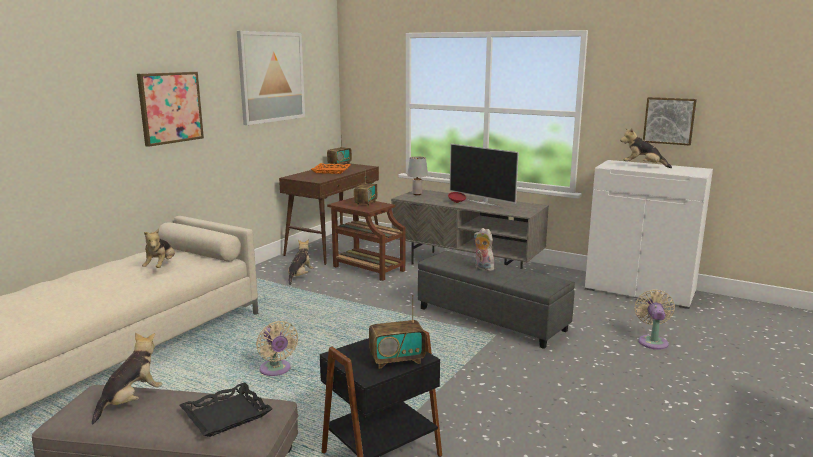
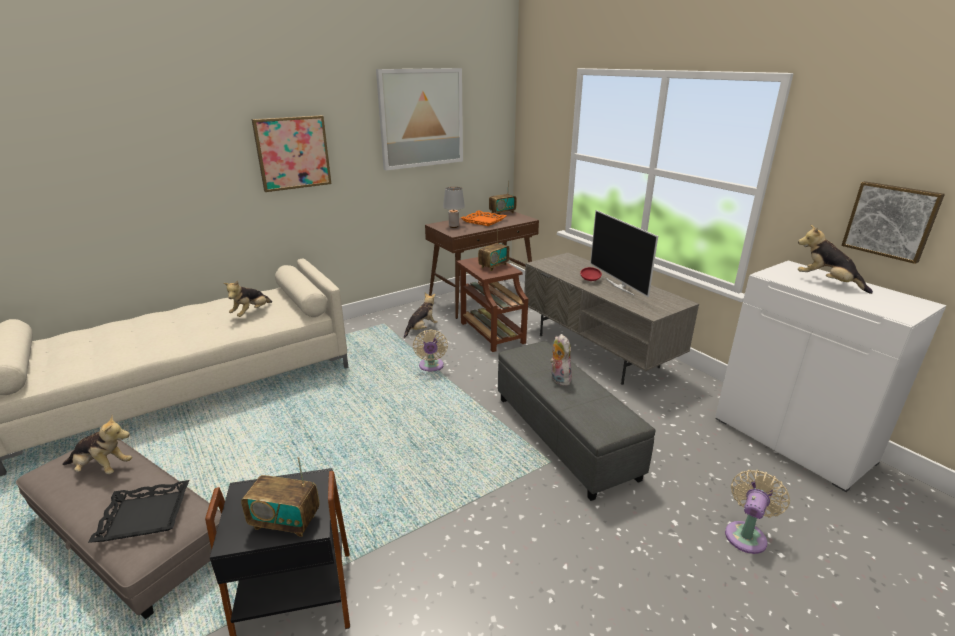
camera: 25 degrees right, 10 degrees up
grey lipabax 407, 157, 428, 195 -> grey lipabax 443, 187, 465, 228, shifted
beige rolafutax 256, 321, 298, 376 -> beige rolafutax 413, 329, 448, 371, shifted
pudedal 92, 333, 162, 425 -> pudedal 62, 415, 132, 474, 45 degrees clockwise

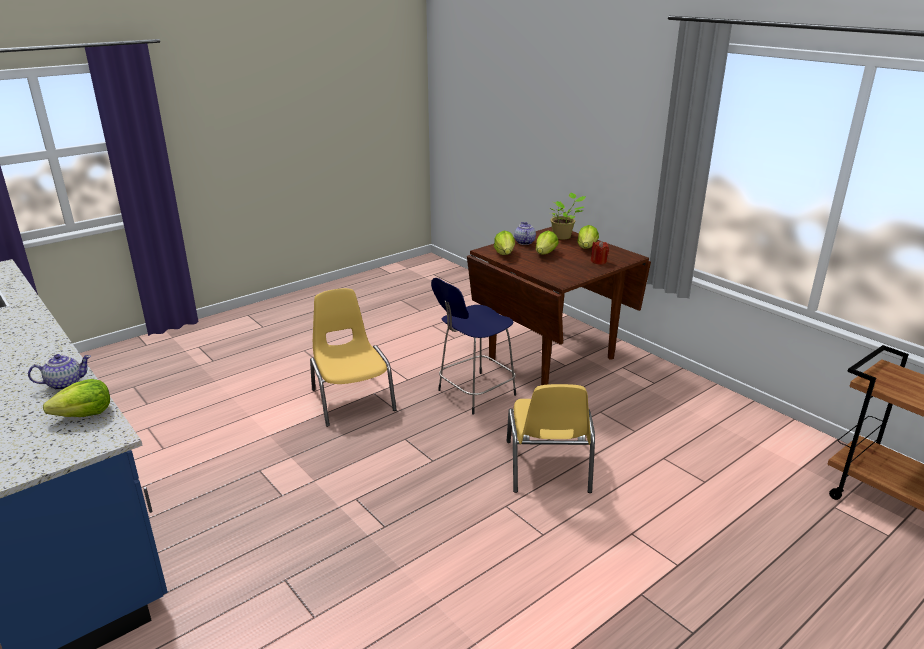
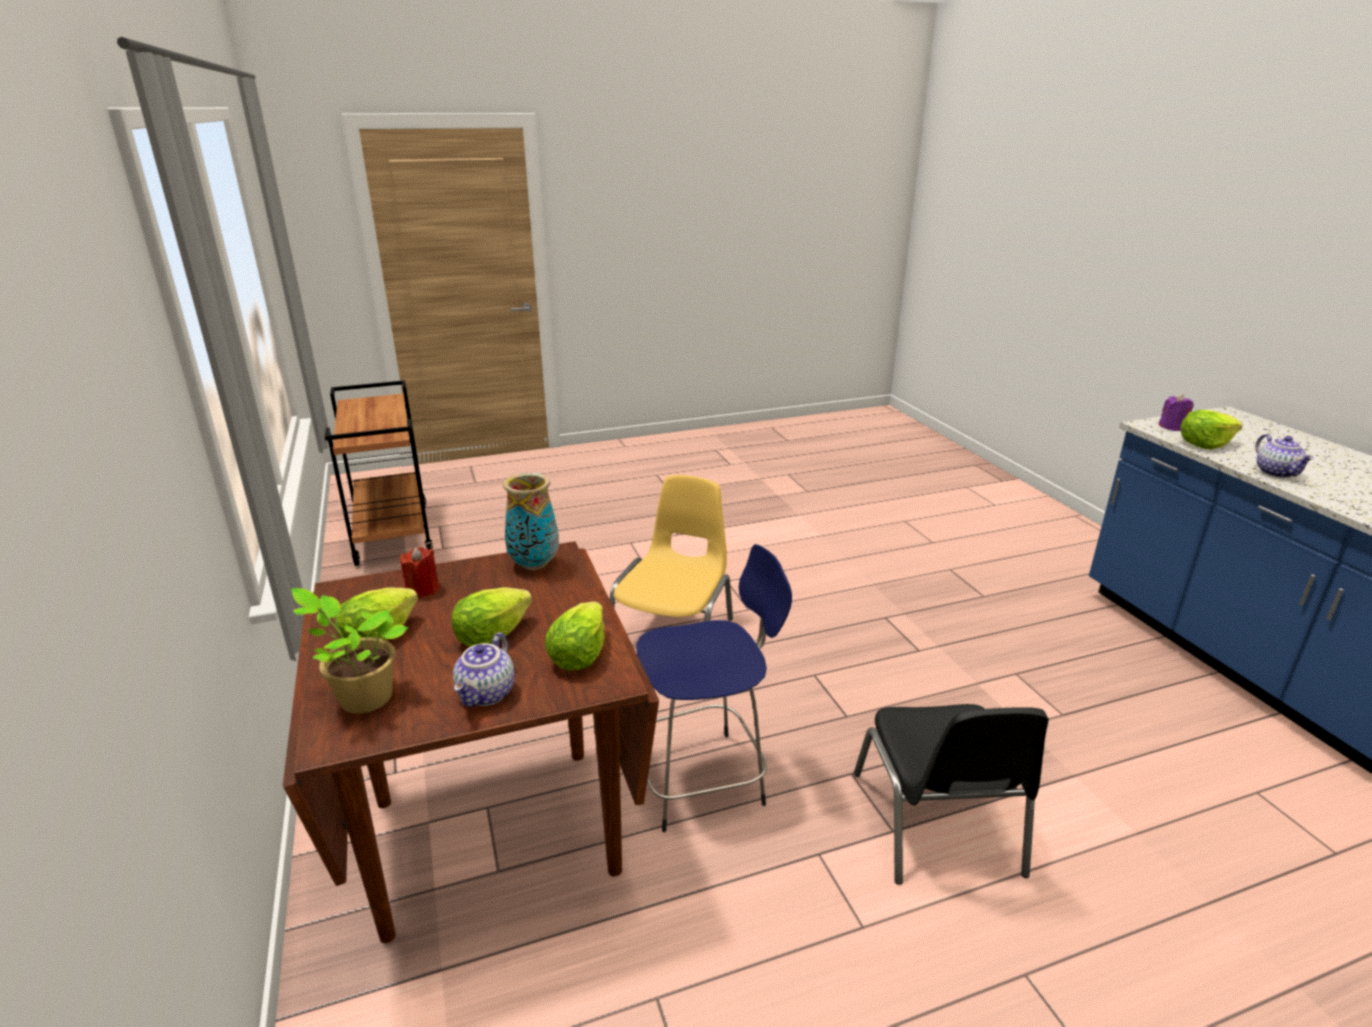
camera: 160 degrees left, 0 degrees up
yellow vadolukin 310, 288, 397, 427 -> black vadolukin 854, 704, 1049, 885
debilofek 28, 354, 91, 390 -> debilofek 1256, 434, 1314, 478, 90 degrees counterclockwise
none -> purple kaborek 1158, 395, 1194, 431
none -> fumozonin 503, 473, 559, 570

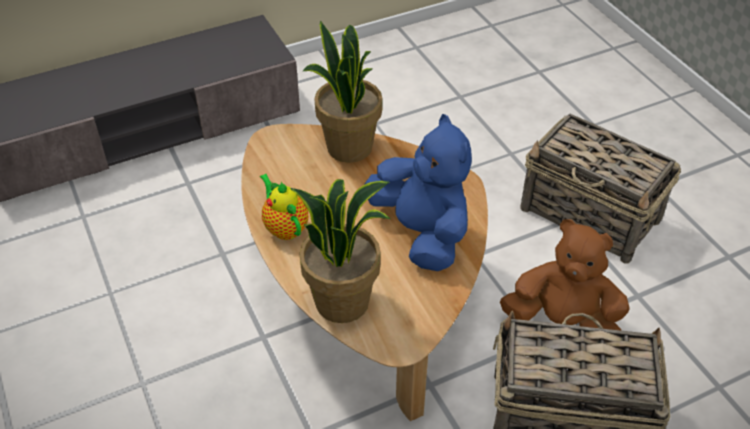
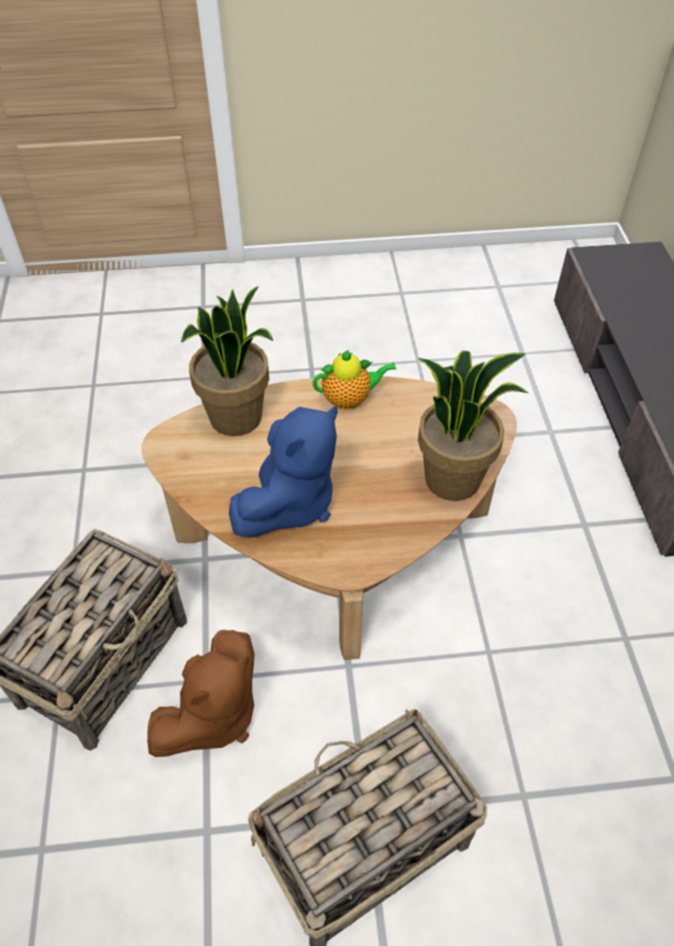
camera: 110 degrees right, 5 degrees up
blue pudedal 364, 114, 472, 271 -> blue pudedal 229, 406, 338, 537, 45 degrees counterclockwise

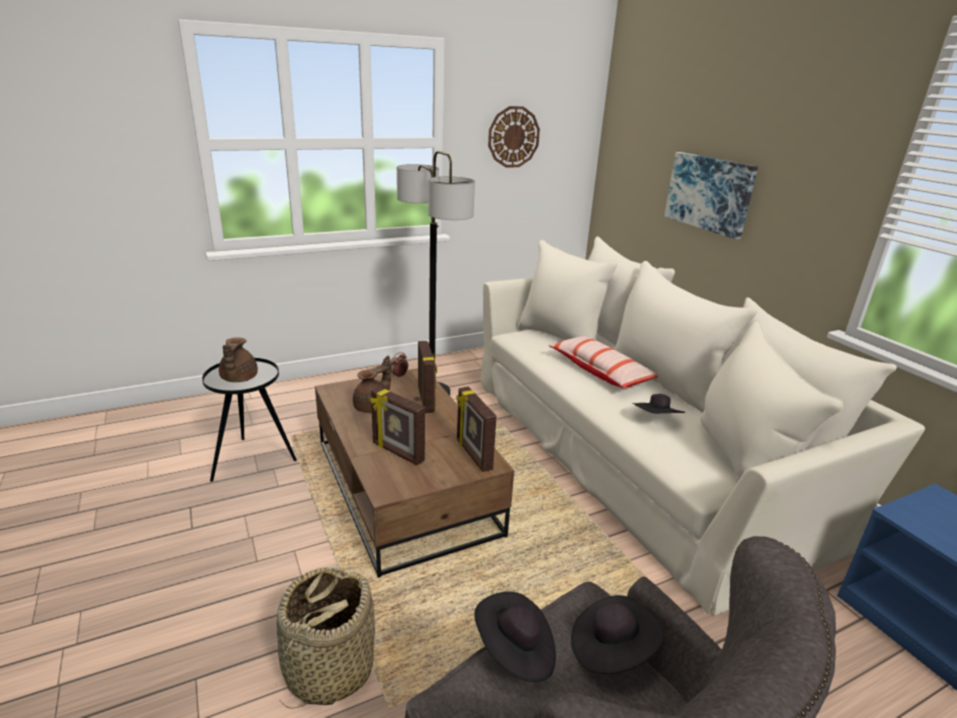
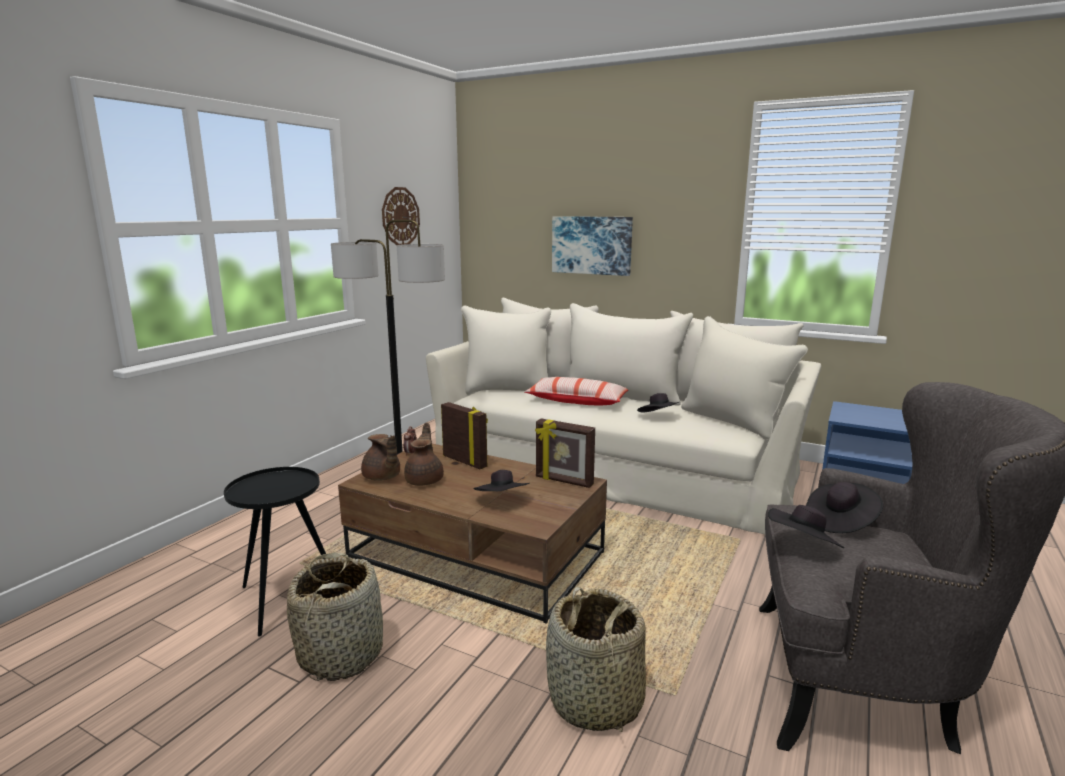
camera: 35 degrees left, 10 degrees down
brown debilofek 219, 337, 258, 382 -> brown debilofek 361, 434, 400, 481, shifted
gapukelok 370, 387, 425, 466 -> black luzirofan 473, 470, 530, 491
none -> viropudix 287, 552, 383, 681

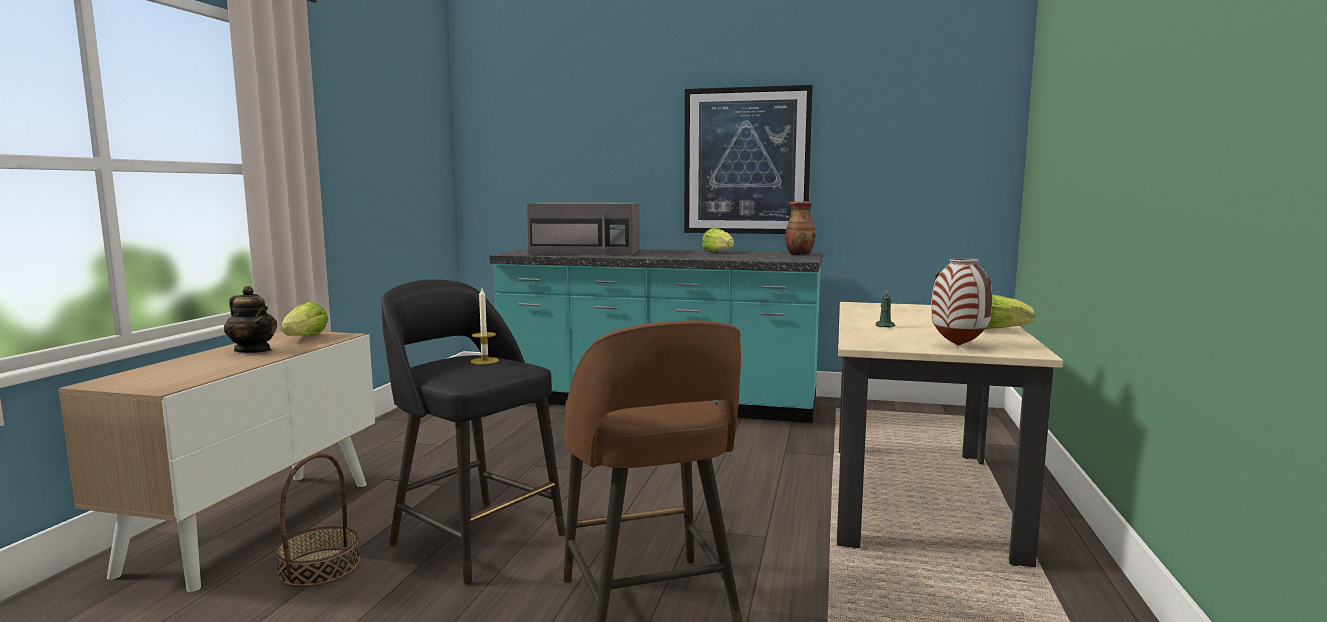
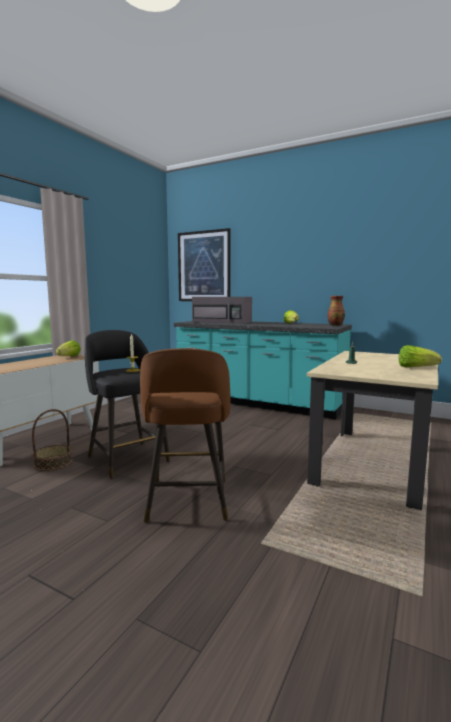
camera: 15 degrees right, 0 degrees up
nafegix 684, 85, 813, 234 -> nafegix 178, 228, 231, 301, shifted
fumozonin 931, 258, 992, 346 -> none
debilofek 224, 286, 277, 353 -> none

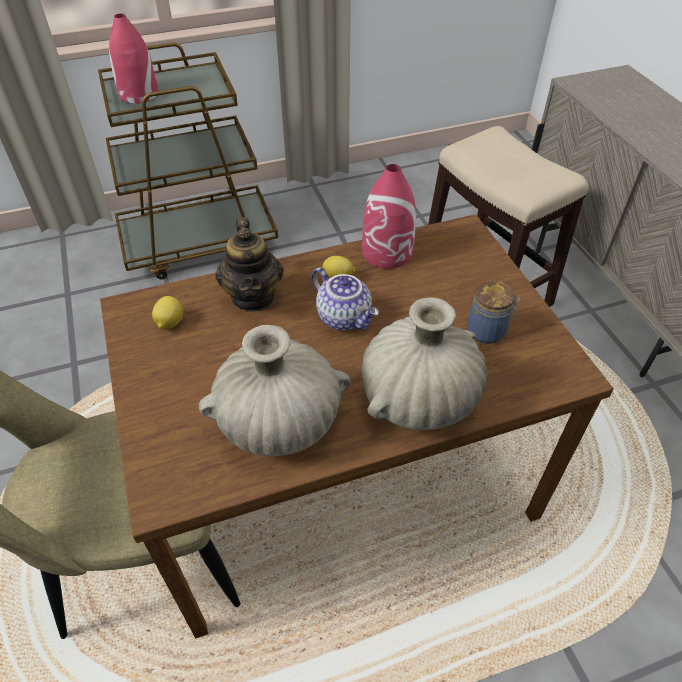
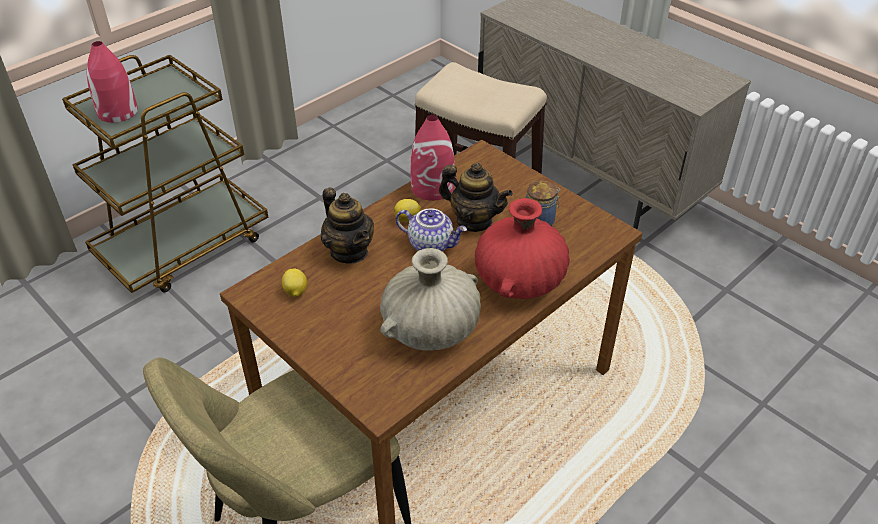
camera: 25 degrees left, 5 degrees down
beige fumozonin 361, 297, 487, 430 -> red fumozonin 475, 198, 570, 299
none -> debilofek 439, 163, 513, 232

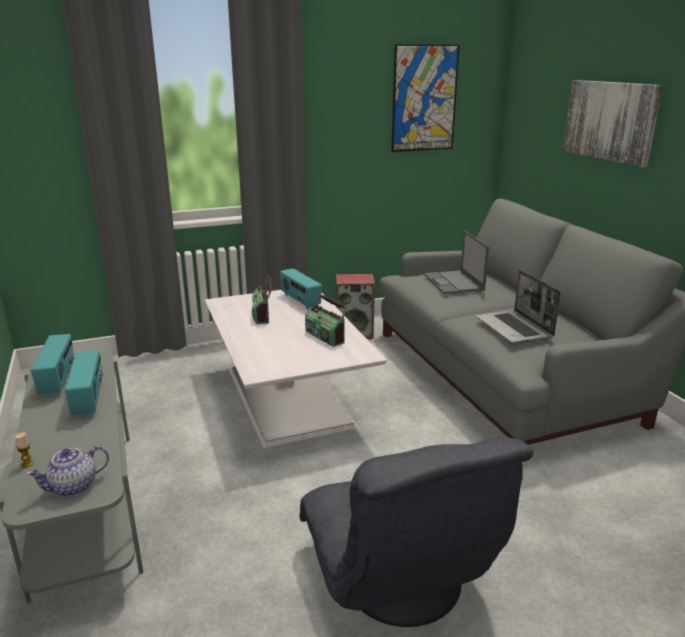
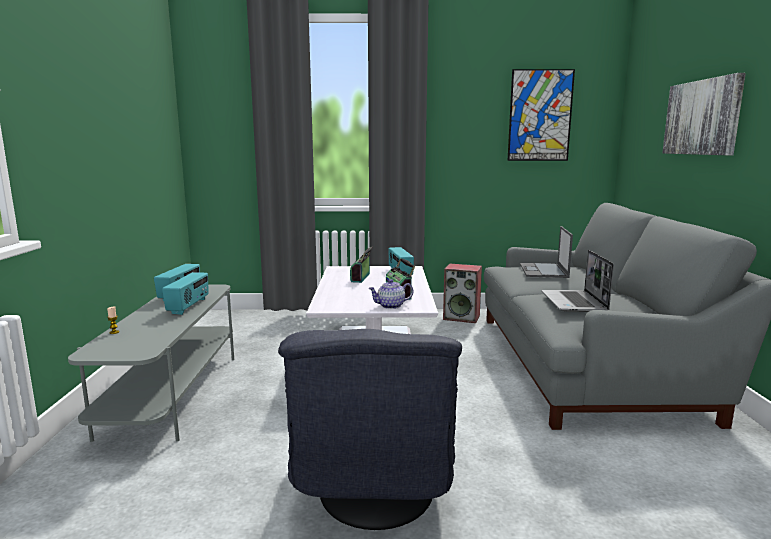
camera: 20 degrees right, 10 degrees down
debilofek 26, 446, 109, 496 -> debilofek 368, 279, 413, 309, shifted

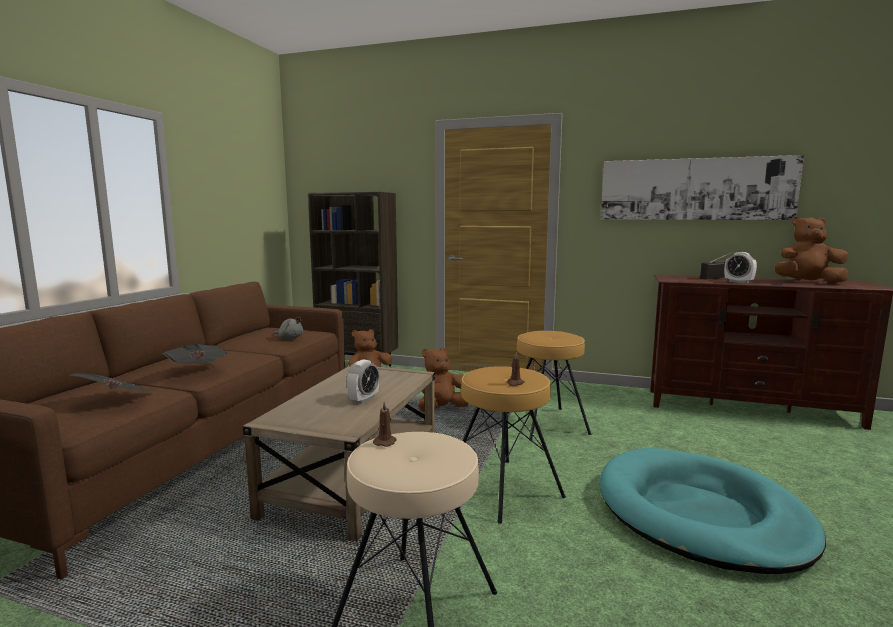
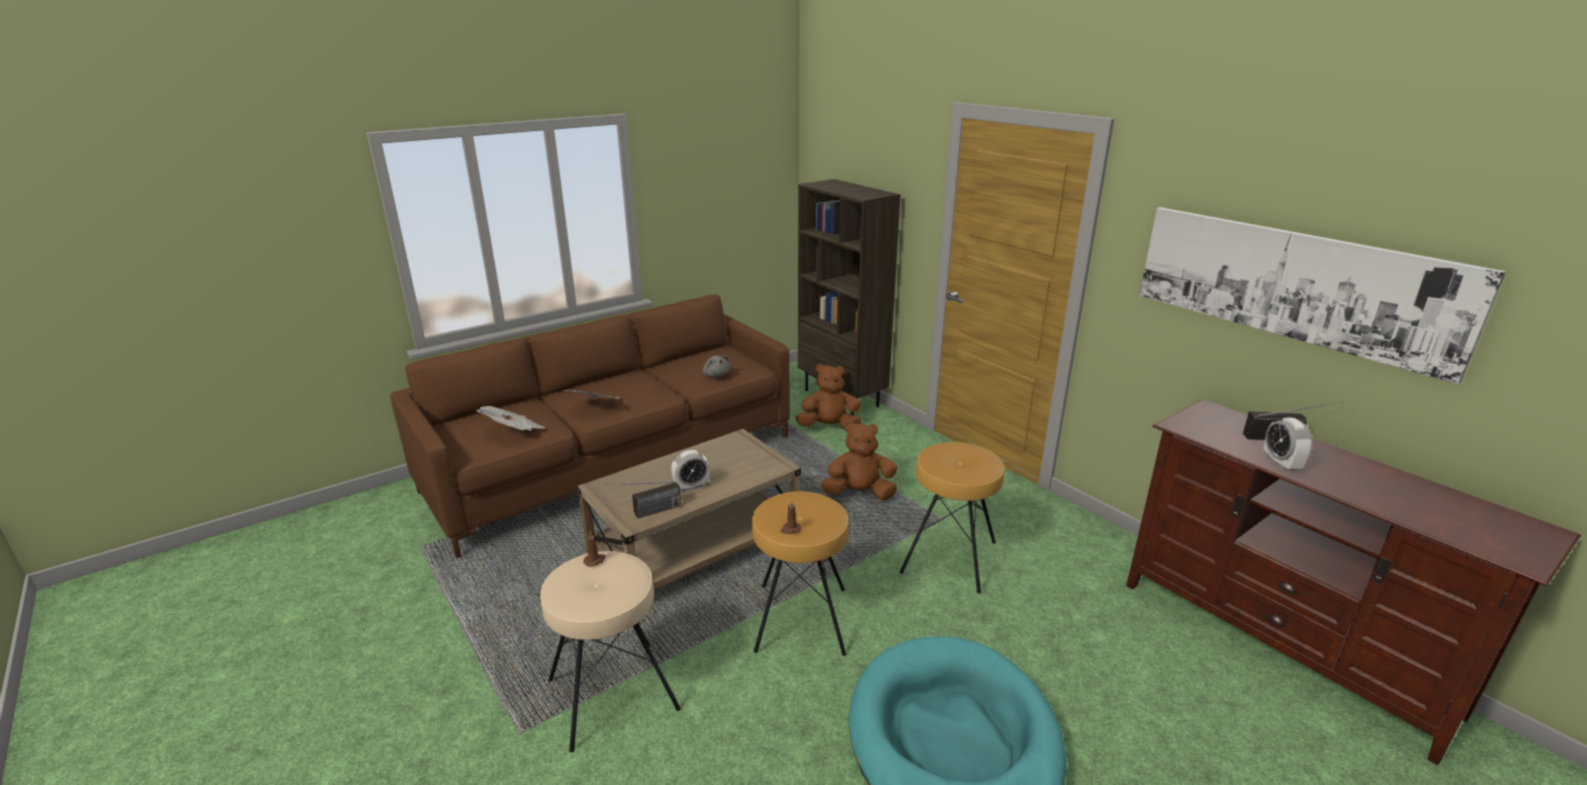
camera: 35 degrees right, 15 degrees up
brown pudedal 775, 216, 849, 283 -> none
none -> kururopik 605, 481, 681, 519

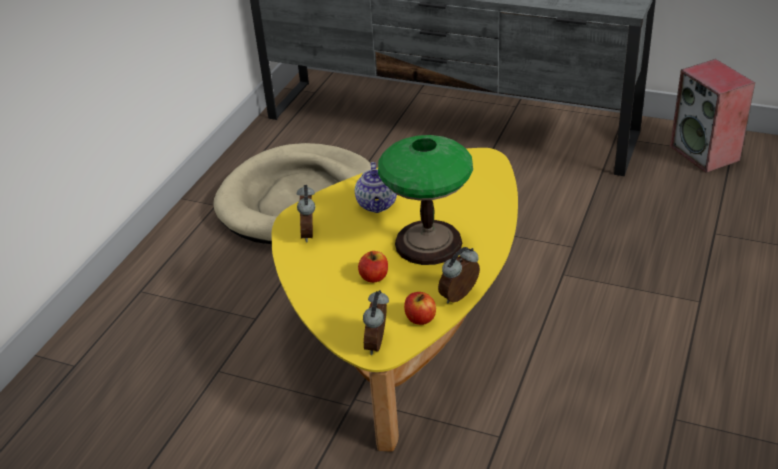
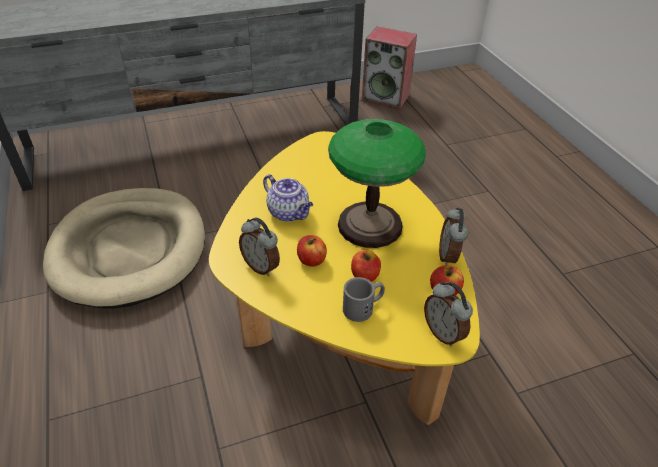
camera: 45 degrees left, 5 degrees up
none -> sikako 297, 235, 327, 267
none -> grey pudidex 343, 277, 385, 322

